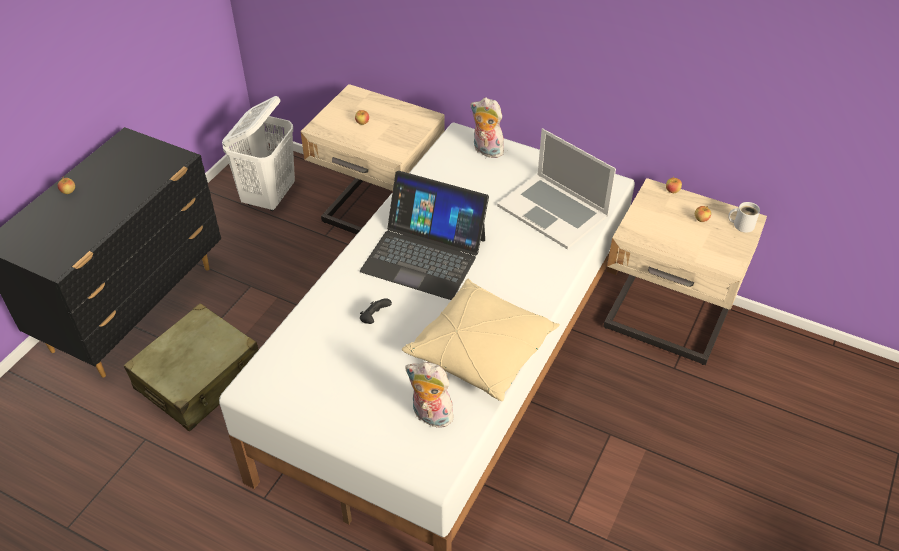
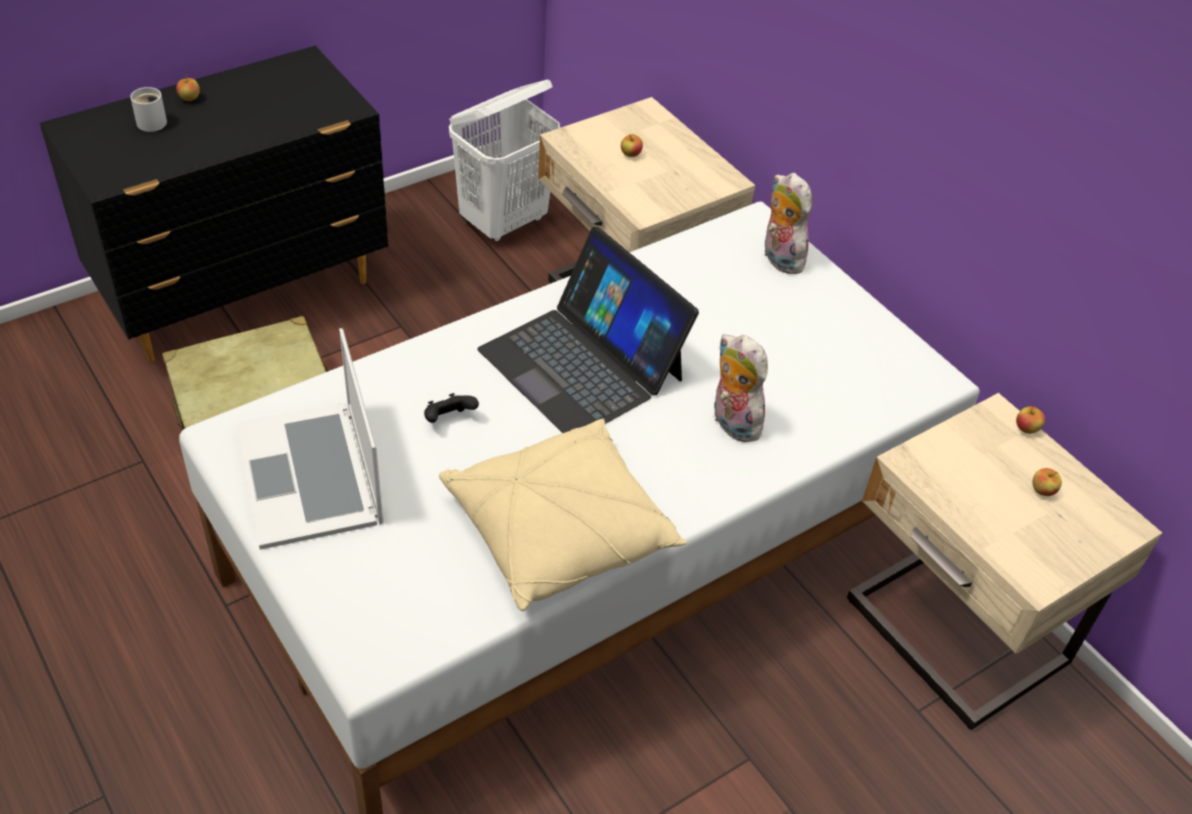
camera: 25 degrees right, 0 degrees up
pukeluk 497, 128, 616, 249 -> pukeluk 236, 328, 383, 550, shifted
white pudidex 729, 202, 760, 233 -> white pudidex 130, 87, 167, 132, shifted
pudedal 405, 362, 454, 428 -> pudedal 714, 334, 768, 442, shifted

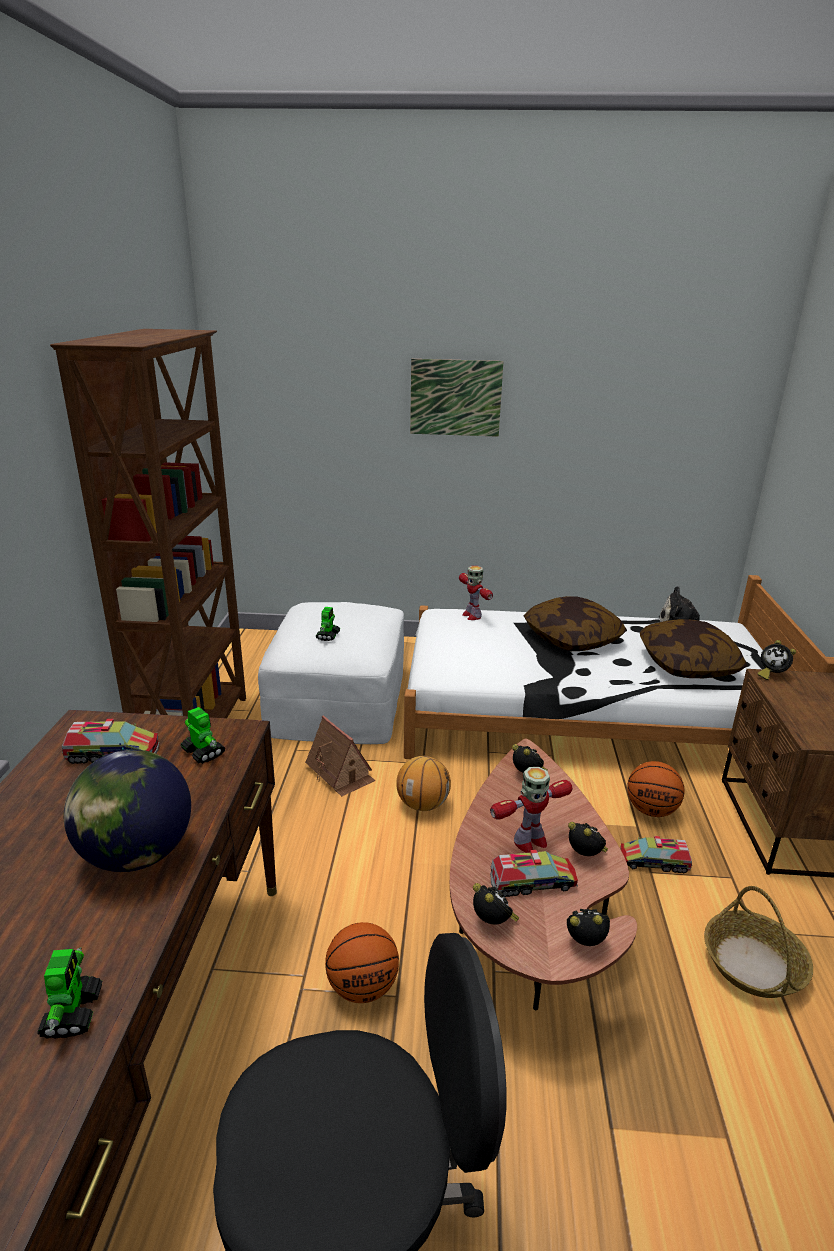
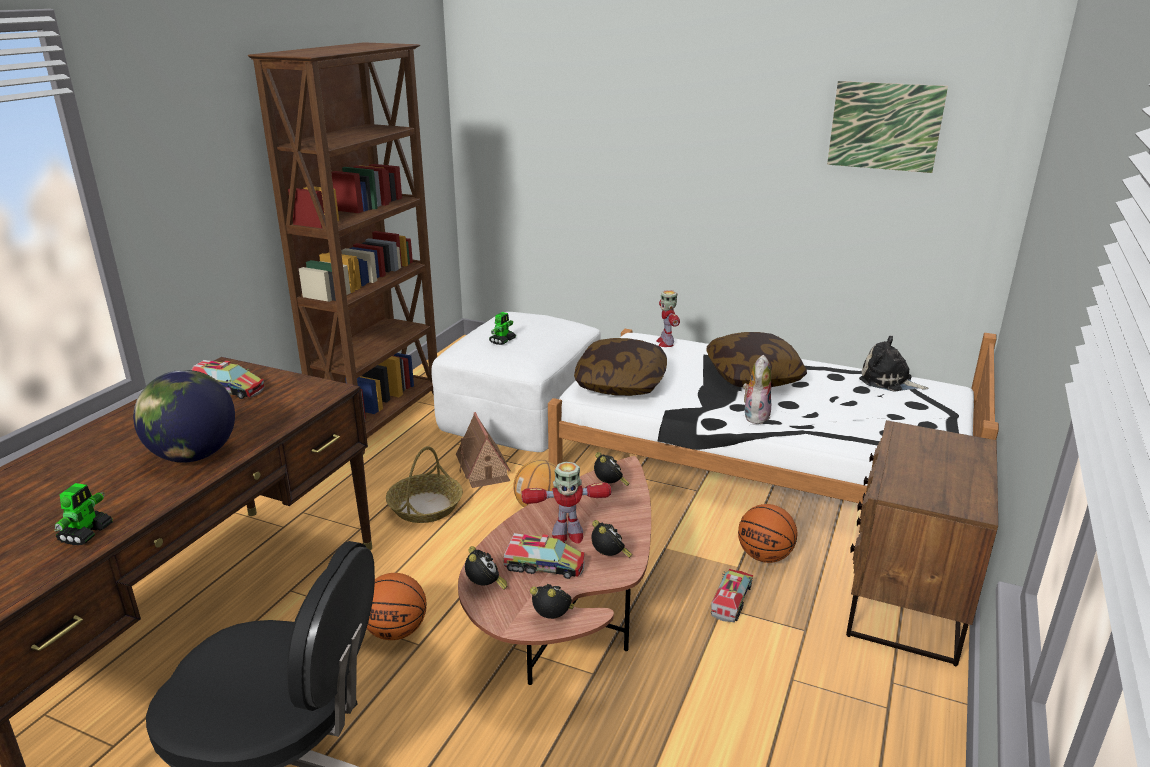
camera: 20 degrees right, 0 degrees up
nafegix 410, 359, 503, 437 -> nafegix 827, 81, 948, 173, shifted
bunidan 640, 619, 747, 678 -> bunidan 574, 338, 667, 396, shifted
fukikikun 758, 640, 796, 680 -> none
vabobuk 180, 707, 225, 764 -> none
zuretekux 620, 836, 692, 873 -> zuretekux 711, 569, 754, 622, 90 degrees clockwise
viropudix 704, 886, 813, 998 -> viropudix 386, 446, 463, 523, shifted
none -> pudedal 743, 355, 771, 424

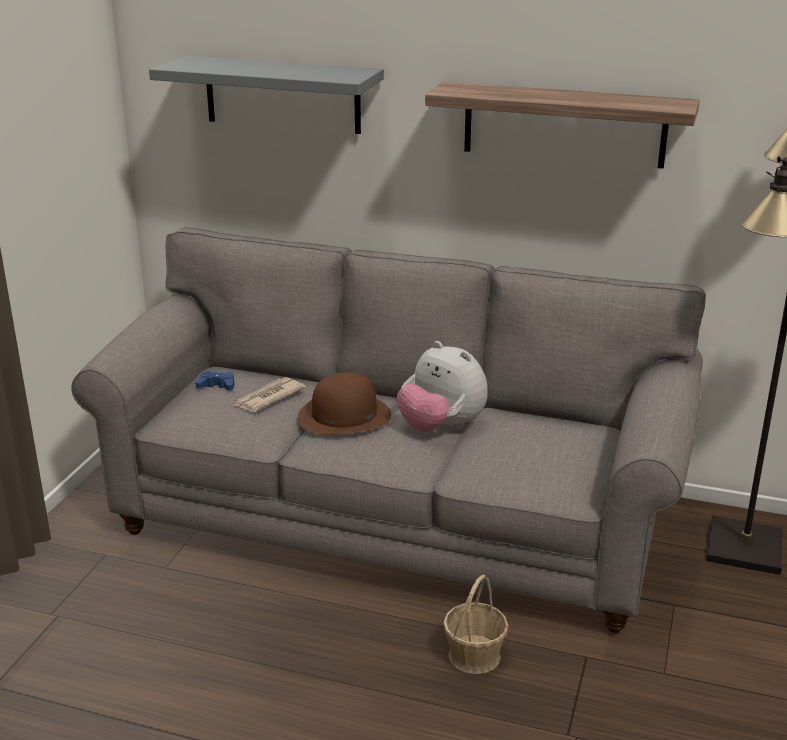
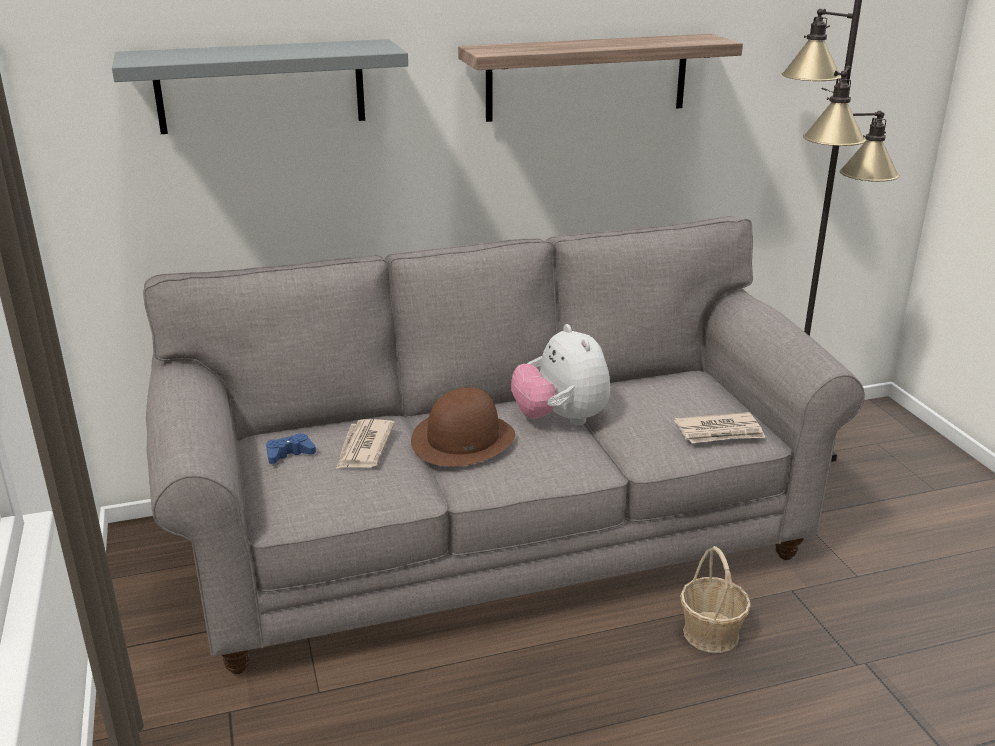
camera: 35 degrees left, 0 degrees up
pudedal 397, 341, 488, 432 -> pudedal 511, 324, 610, 425, 60 degrees clockwise
none -> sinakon 674, 412, 766, 443

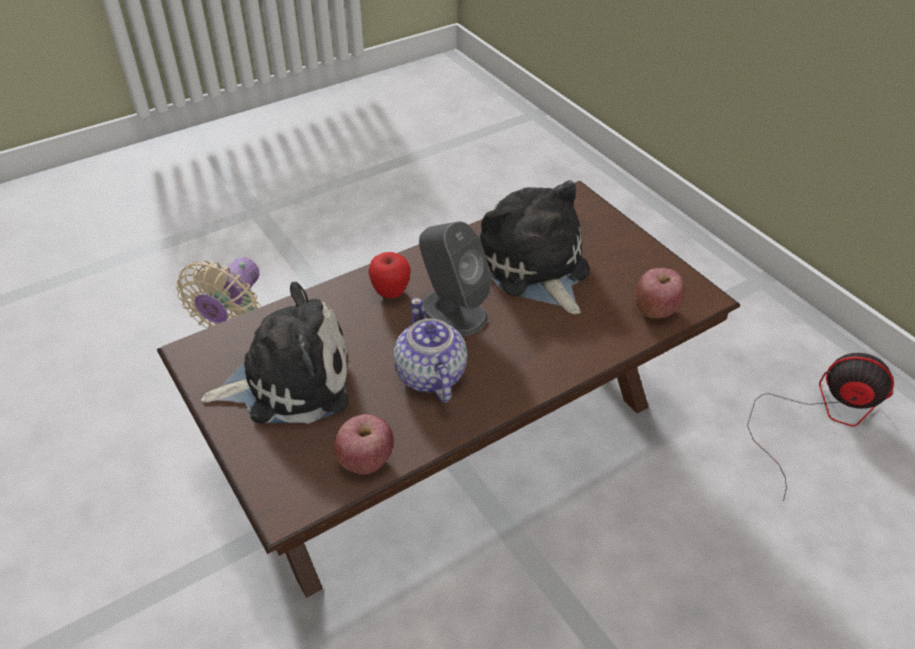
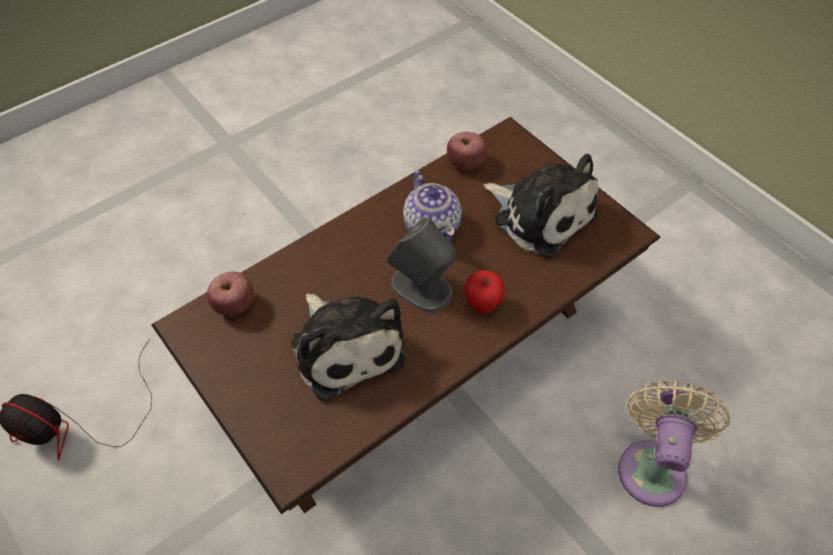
camera: 175 degrees right, 10 degrees up
pudedal 201, 282, 349, 424 -> pudedal 484, 154, 599, 258, 120 degrees counterclockwise

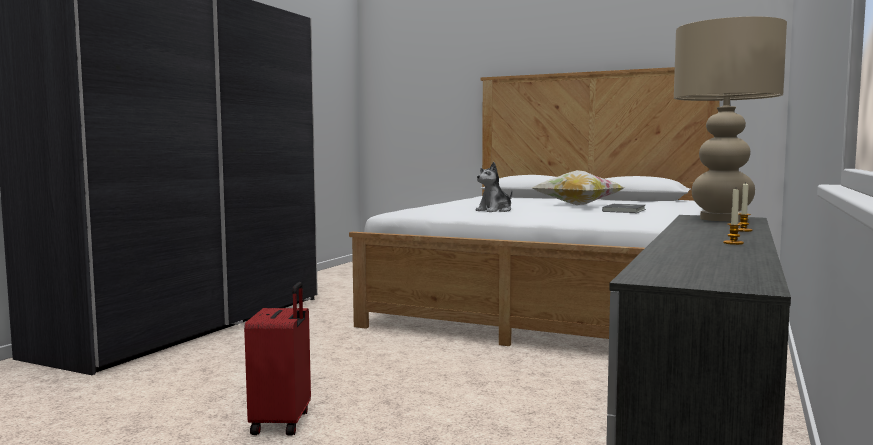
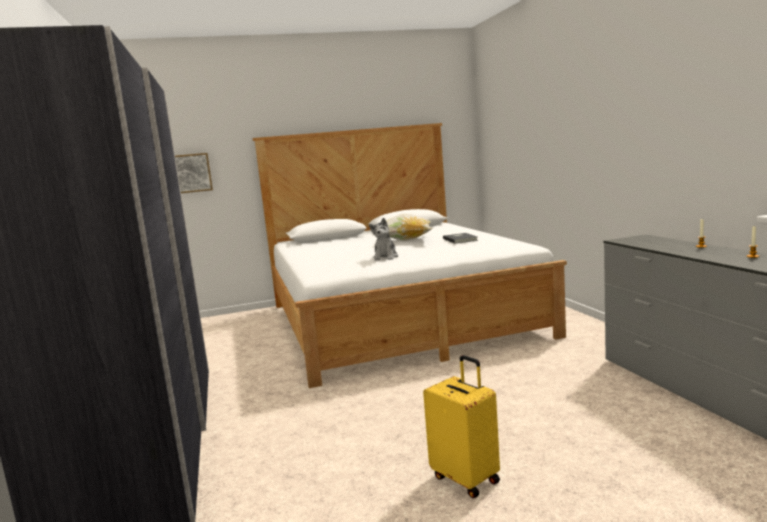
camera: 40 degrees left, 5 degrees up
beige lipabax 674, 16, 787, 221 -> none
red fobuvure 244, 282, 311, 436 -> yellow fobuvure 423, 355, 500, 498
none -> nafegix 175, 153, 213, 193

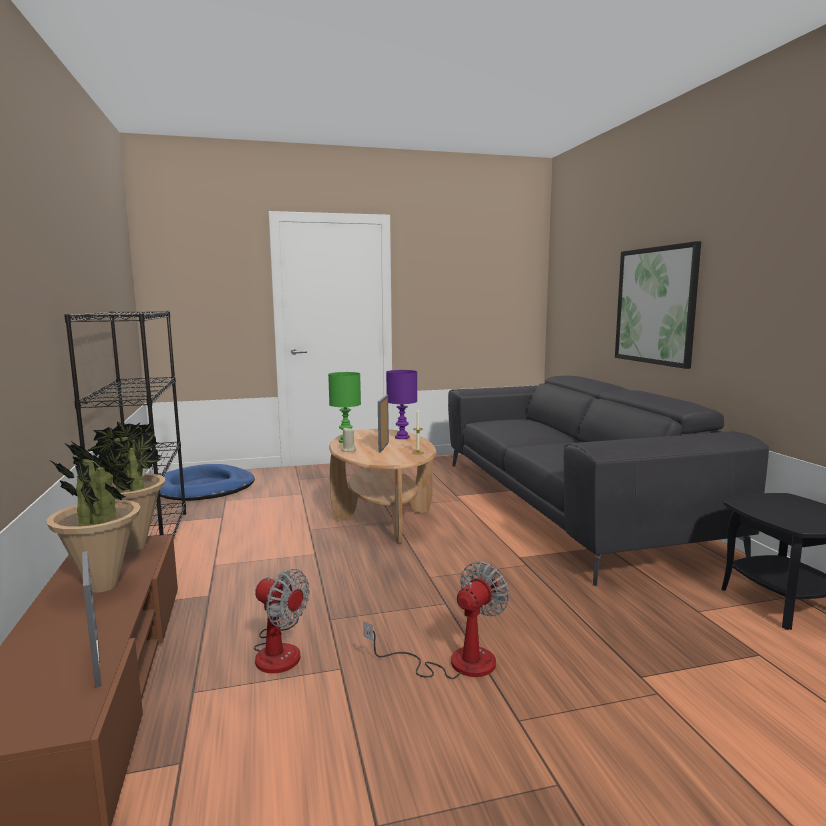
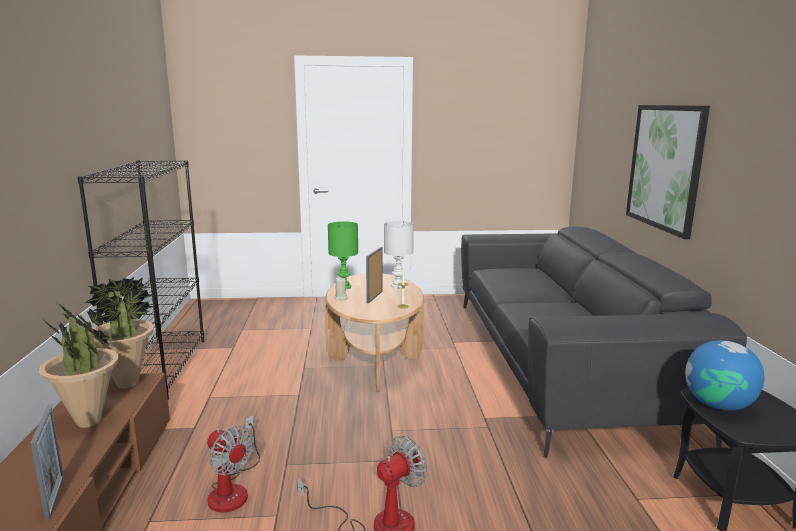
camera: 10 degrees right, 5 degrees up
purple lipabax 386, 370, 417, 439 -> white lipabax 384, 221, 414, 288
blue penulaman 159, 464, 255, 501 -> none
none -> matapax 685, 340, 764, 411

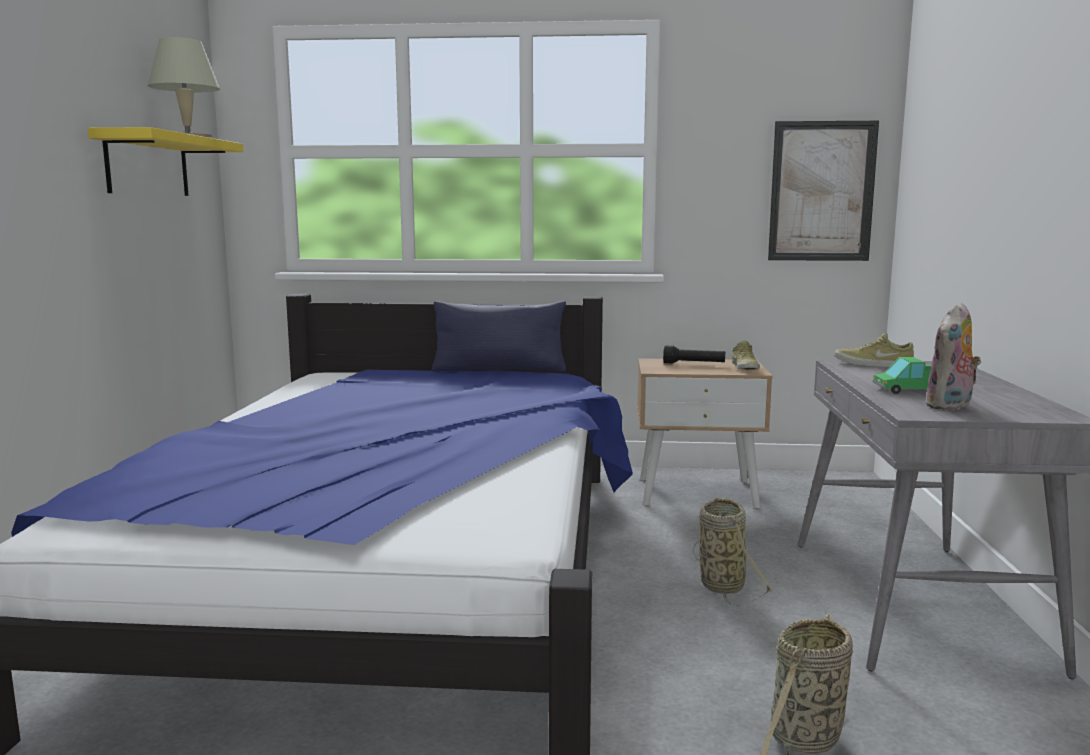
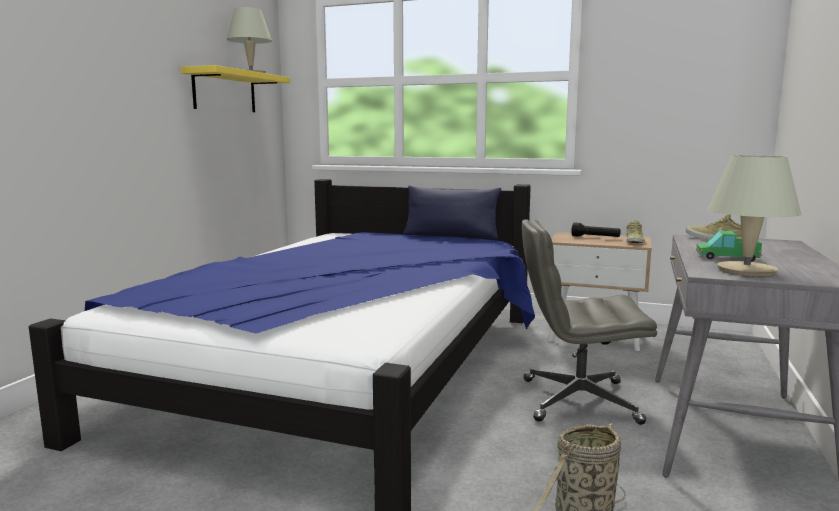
camera: 15 degrees right, 0 degrees up
nafegix 768, 121, 879, 261 -> none
pudedal 925, 303, 981, 411 -> beige lipabax 707, 156, 801, 276
viropudix 692, 498, 773, 606 -> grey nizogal 522, 219, 657, 425

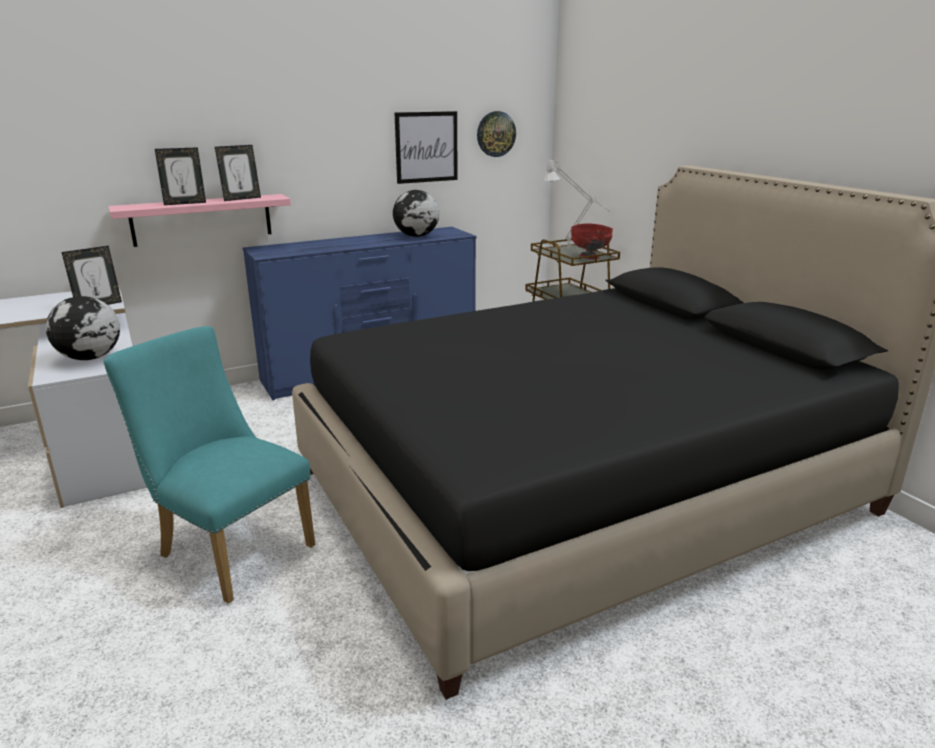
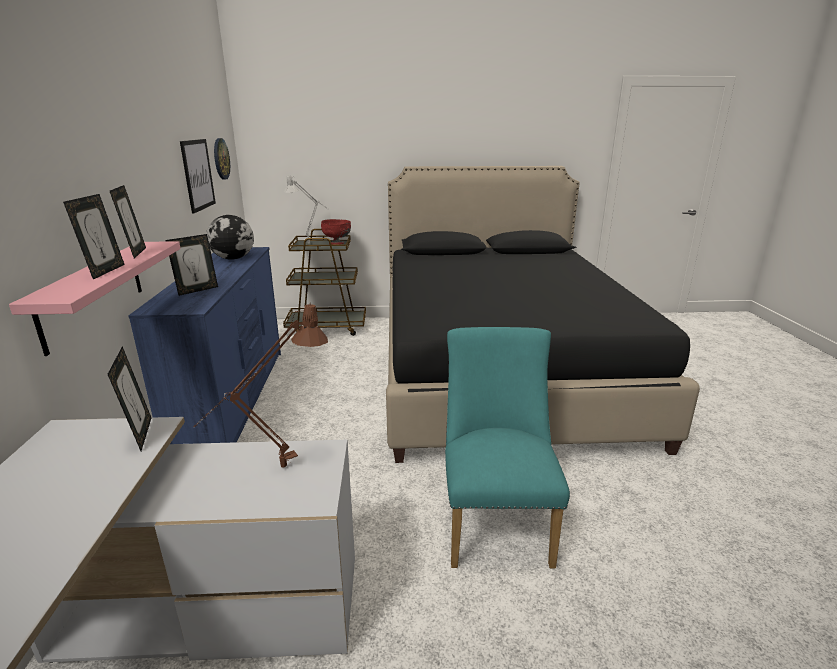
camera: 65 degrees left, 0 degrees up
matapax 46, 296, 120, 360 -> brown lipabax 193, 304, 328, 467
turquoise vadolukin 104, 326, 315, 603 -> turquoise vadolukin 445, 327, 570, 569, 120 degrees clockwise
none -> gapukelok 165, 234, 218, 296

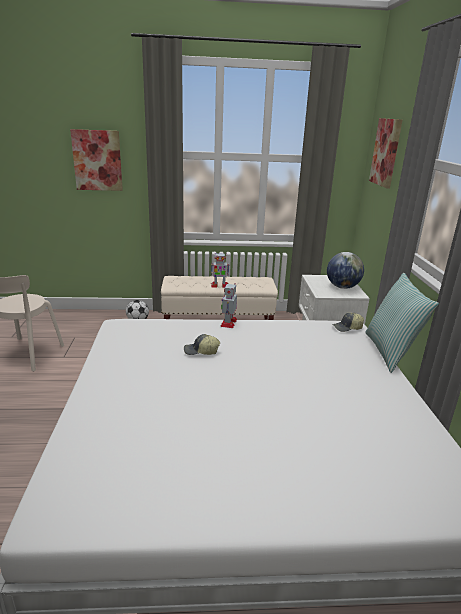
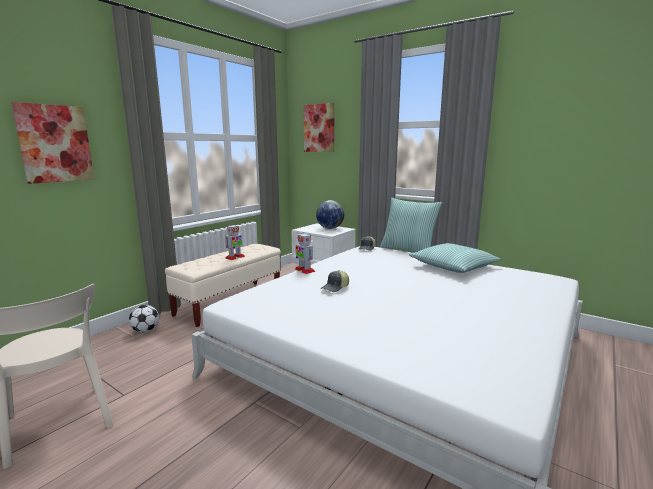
camera: 50 degrees left, 10 degrees down
none -> bunidan 409, 243, 501, 273

